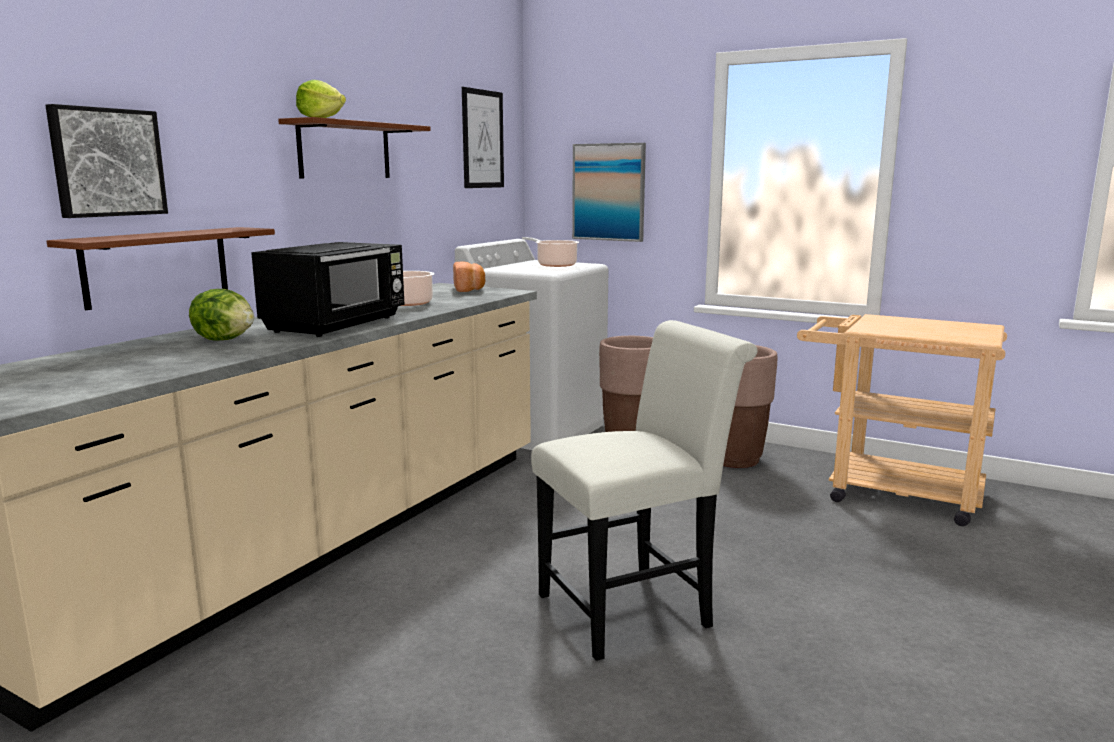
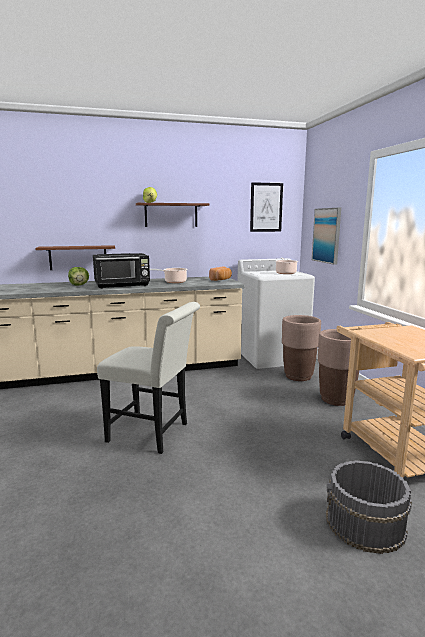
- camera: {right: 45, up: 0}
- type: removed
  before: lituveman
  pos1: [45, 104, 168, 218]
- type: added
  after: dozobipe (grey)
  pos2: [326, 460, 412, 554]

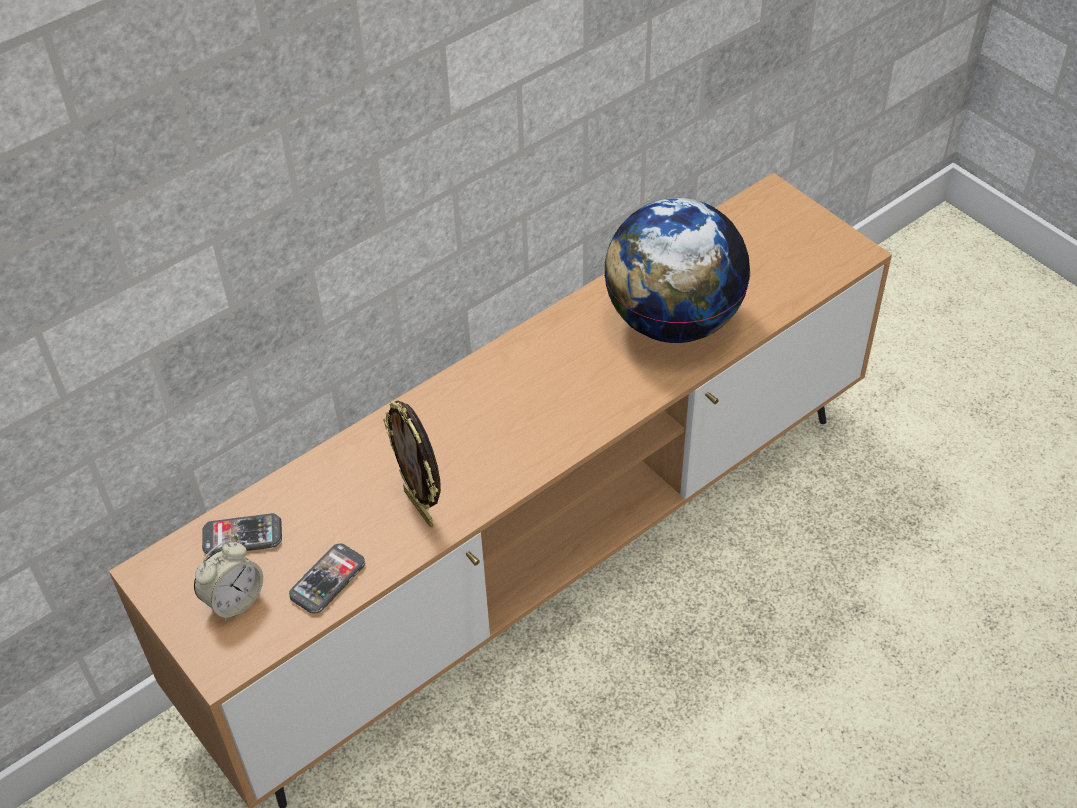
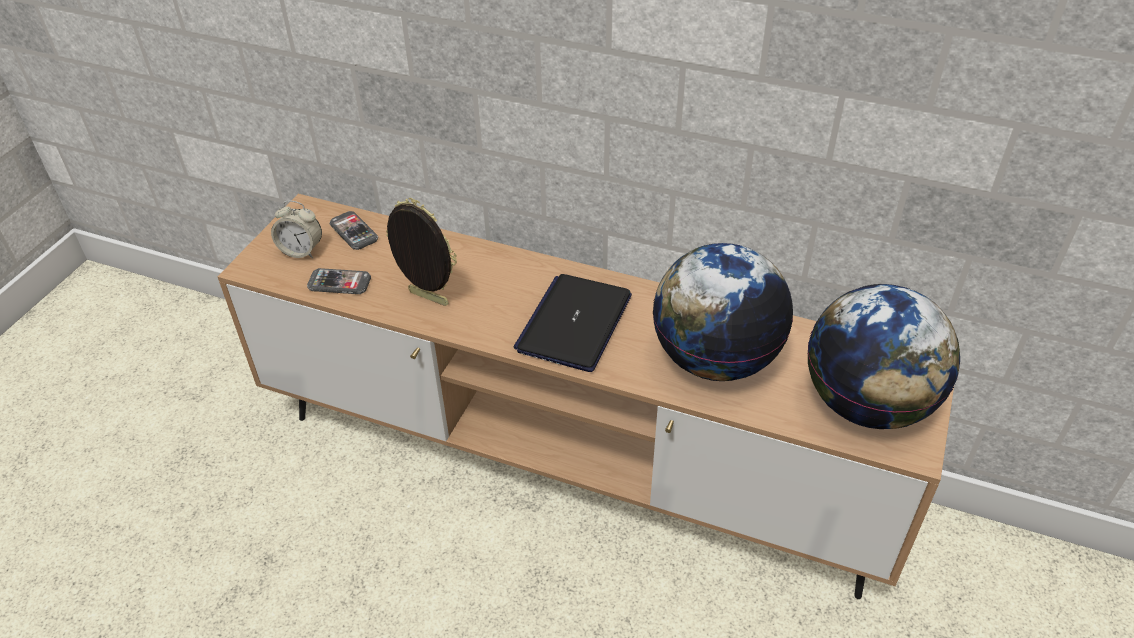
- camera: {right: 60, up: -5}
- type: turned
  before: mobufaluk
  pos1: [383, 400, 441, 527]
  pos2: [386, 198, 457, 306]
  turn: 90
- type: added
  after: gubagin
  pos2: [513, 274, 632, 372]
- type: added
  after: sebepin
  pos2: [808, 284, 960, 429]

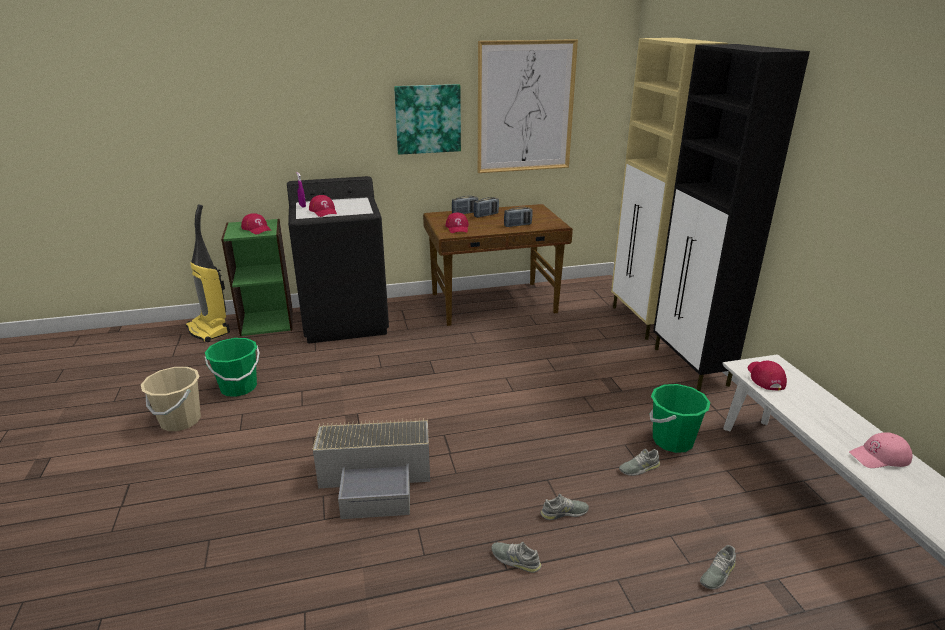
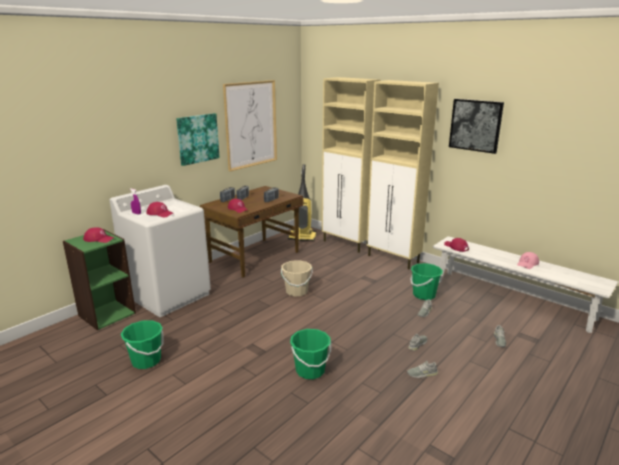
- camera: {right: -35, up: -5}
- type: recoloured
  before: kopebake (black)
  after: kopebake (beige)
  pos1: [653, 44, 810, 391]
  pos2: [366, 80, 439, 269]
- type: recoloured
  before: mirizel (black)
  after: mirizel (white)
  pos1: [287, 176, 389, 343]
  pos2: [110, 185, 211, 317]
- type: moved
  before: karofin
  pos1: [186, 204, 230, 342]
  pos2: [288, 164, 316, 241]
- type: moved
  before: dozobipe (beige)
  pos1: [141, 367, 201, 431]
  pos2: [281, 260, 313, 297]
- type: replaced
  before: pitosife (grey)
  after: dozobipe (green)
  pos1: [313, 418, 430, 519]
  pos2: [290, 329, 331, 379]
- type: added
  after: lituveman
  pos2: [449, 99, 504, 154]

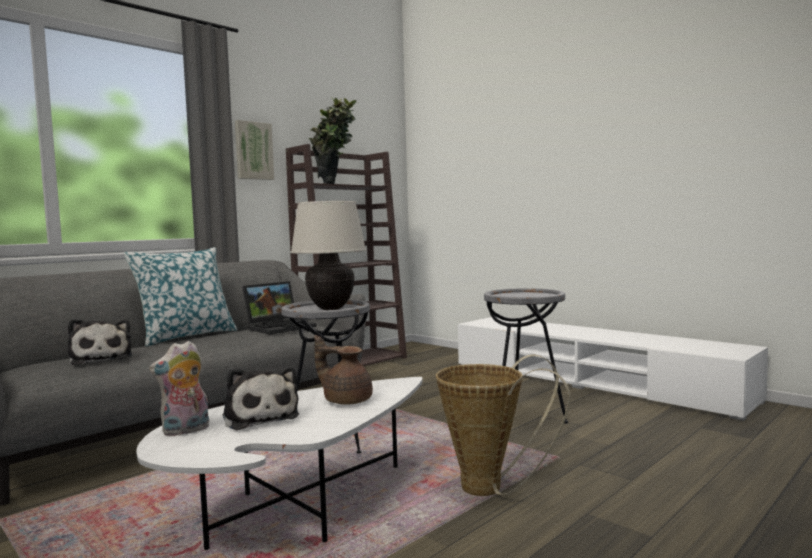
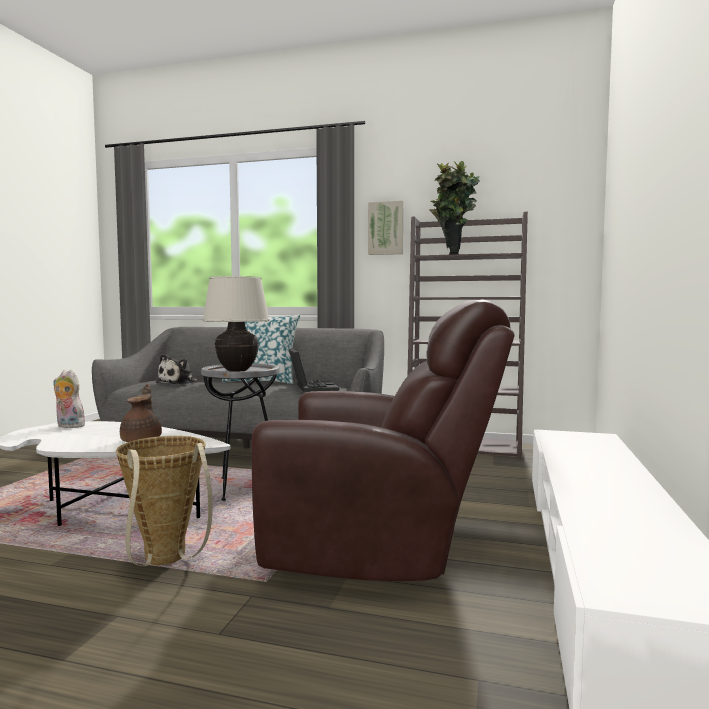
- camera: {right: 60, up: 0}
- type: turned
  before: gubagin
  pos1: [242, 281, 317, 335]
  pos2: [289, 348, 340, 392]
  turn: -120
- type: replaced
  before: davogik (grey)
  after: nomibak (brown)
  pos1: [484, 288, 568, 424]
  pos2: [251, 299, 515, 581]
- type: removed
  before: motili
  pos1: [223, 367, 299, 430]

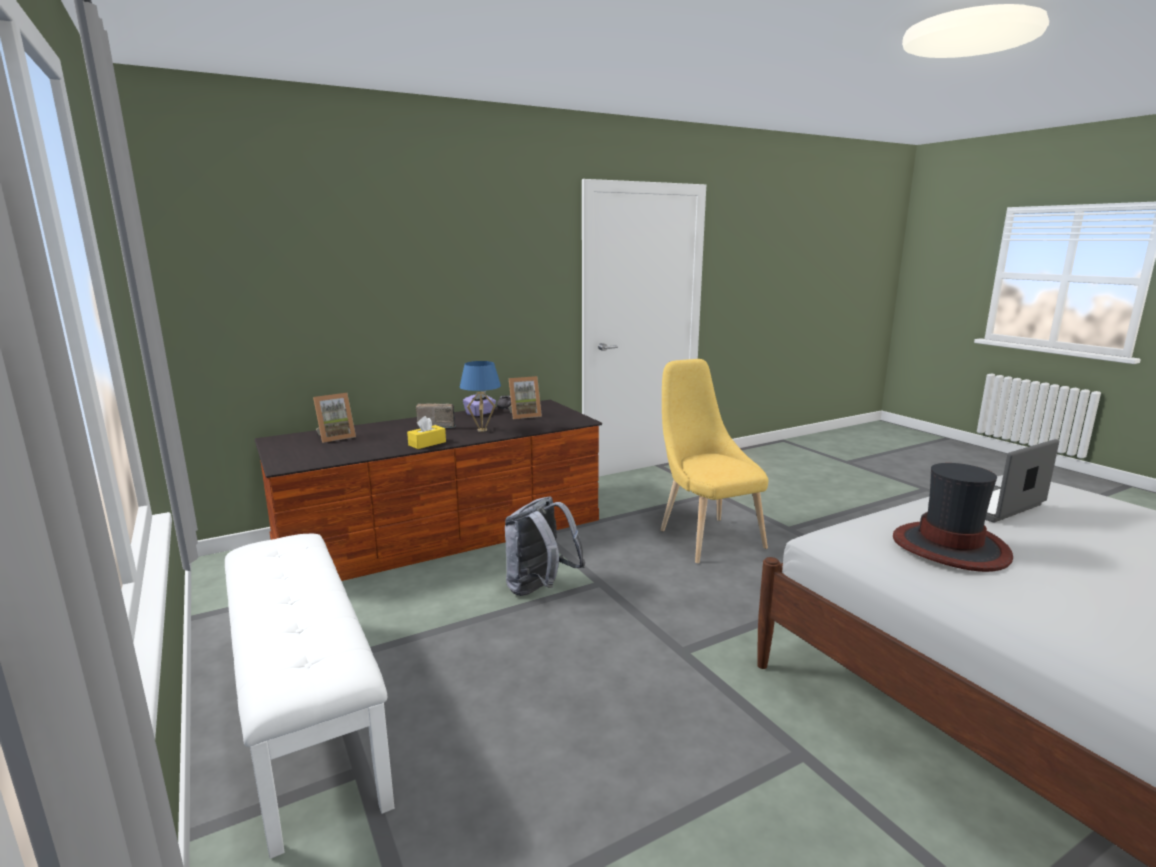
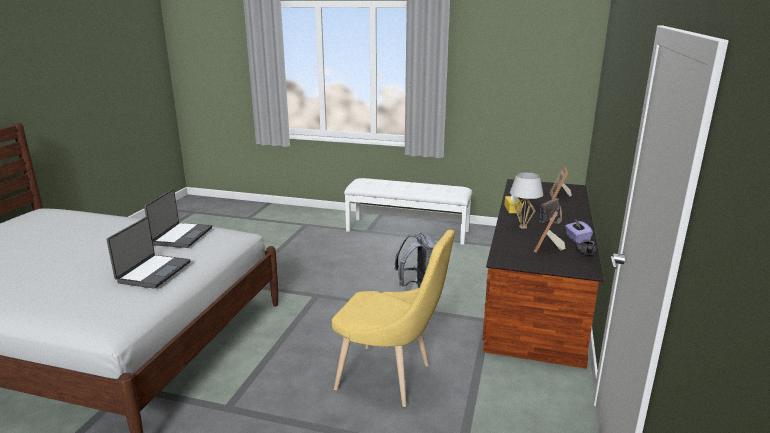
- camera: {right: 135, up: 5}
- type: recoloured
  before: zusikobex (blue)
  after: zusikobex (white)
  pos1: [460, 361, 501, 432]
  pos2: [510, 172, 543, 229]
- type: replaced
  before: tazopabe
  after: gubagin
  pos1: [893, 463, 1013, 572]
  pos2: [144, 189, 212, 248]

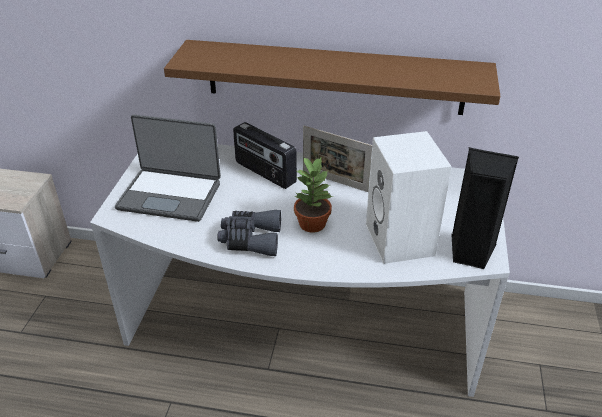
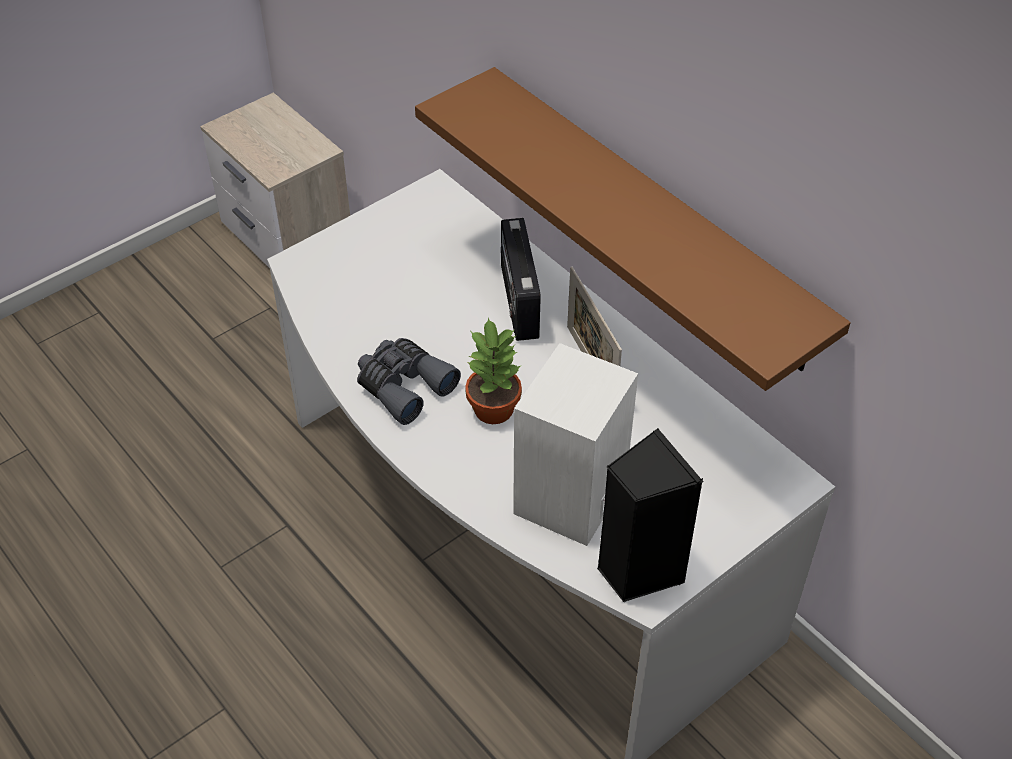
- camera: {right: 40, up: 10}
- type: removed
  before: gubagin
  pos1: [115, 114, 221, 222]

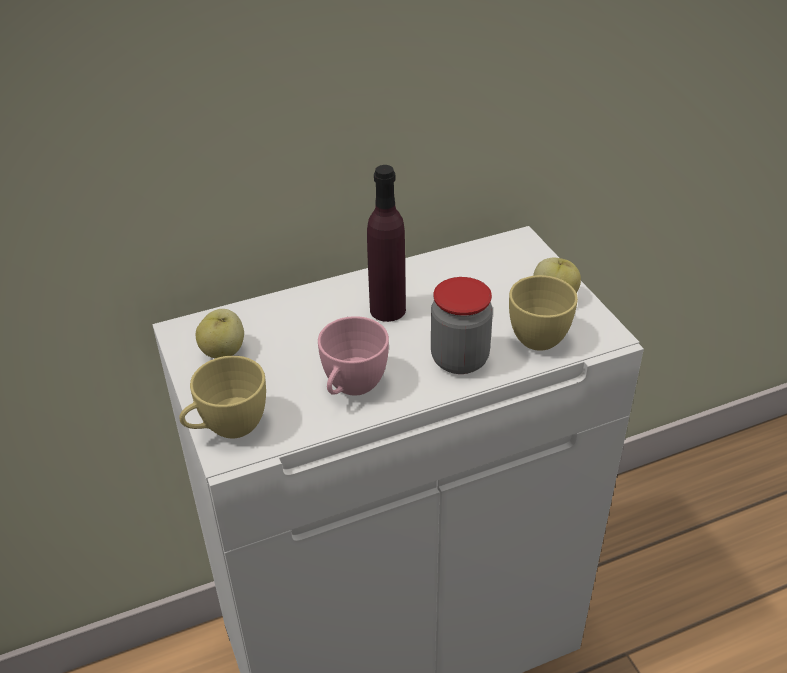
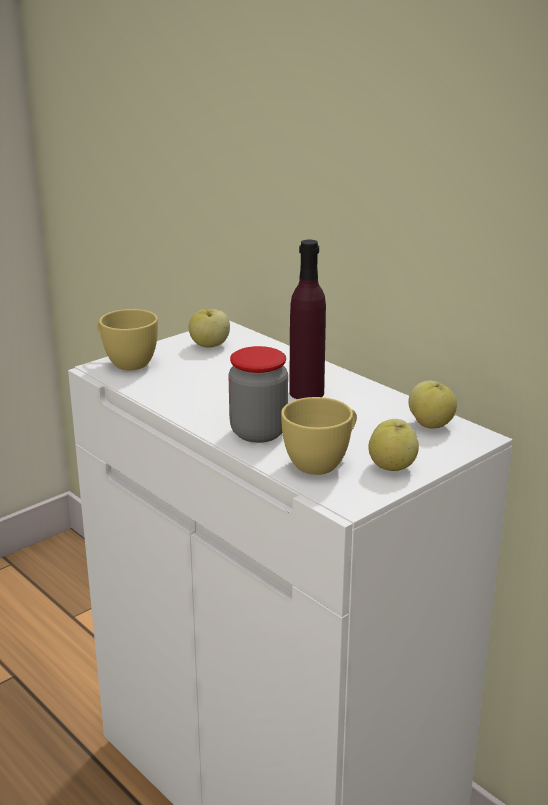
- camera: {right: 70, up: -15}
- type: removed
  before: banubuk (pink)
  pos1: [318, 316, 389, 396]
- type: added
  after: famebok
  pos2: [408, 381, 457, 429]

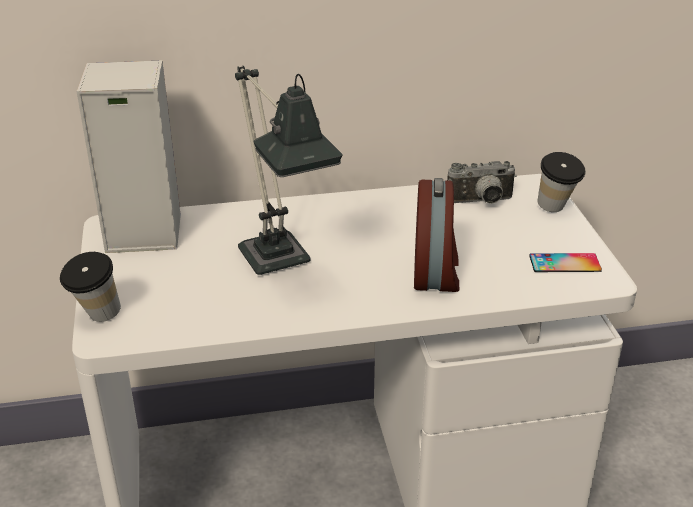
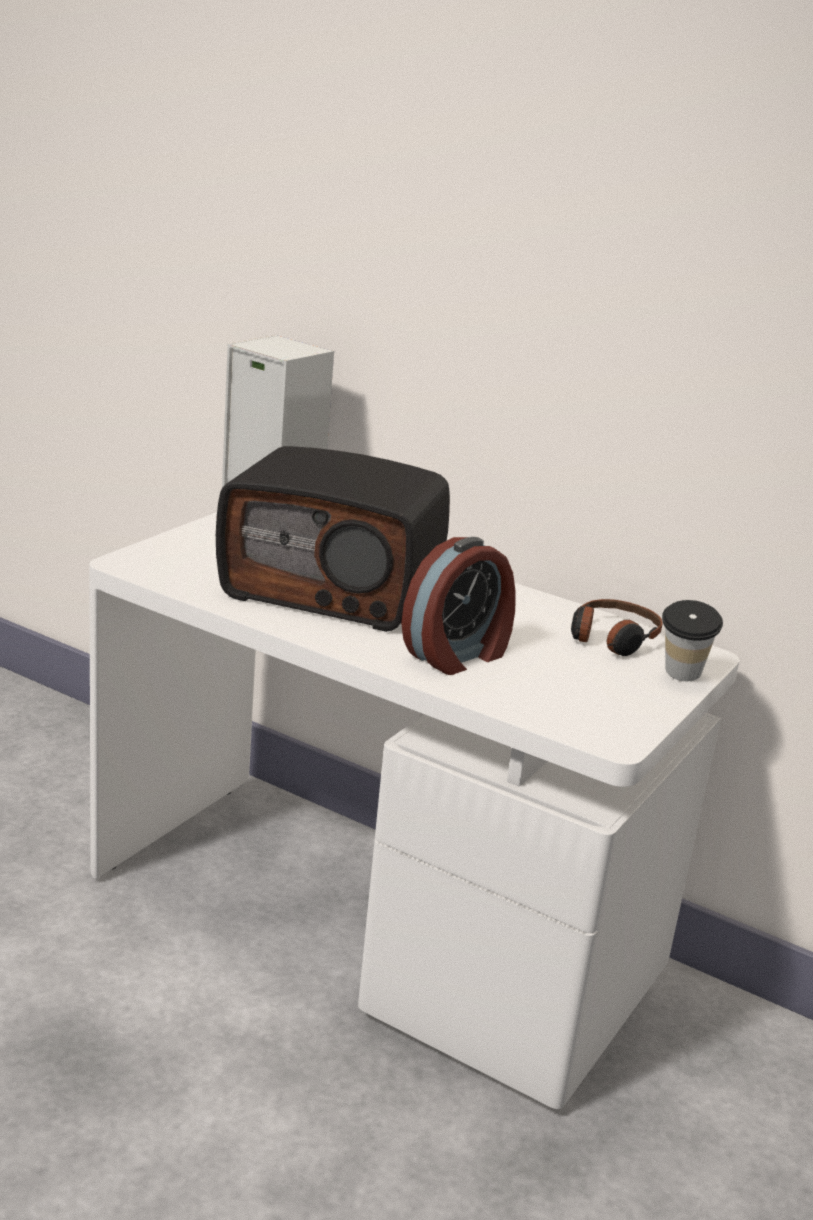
- camera: {right: 40, up: -10}
- type: replaced
  before: zusikobex
  after: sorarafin
  pos1: [235, 66, 342, 275]
  pos2: [216, 446, 450, 632]
- type: replaced
  before: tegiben
  after: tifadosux
  pos1: [447, 161, 516, 204]
  pos2: [571, 599, 663, 656]
- type: removed
  before: banubuk
  pos1: [60, 252, 121, 322]
- type: removed
  before: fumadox
  pos1: [530, 253, 602, 272]

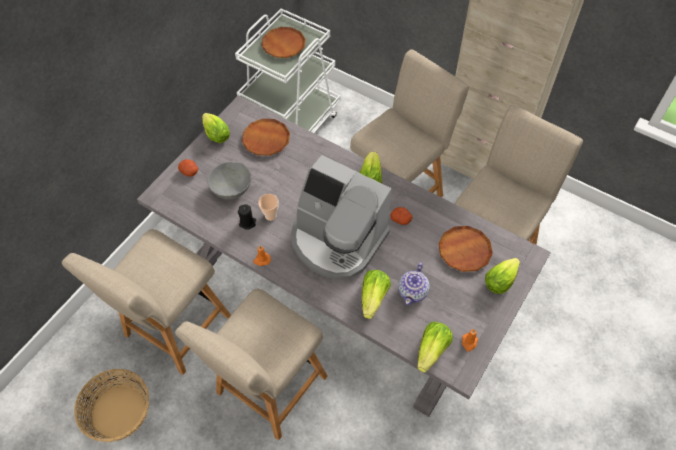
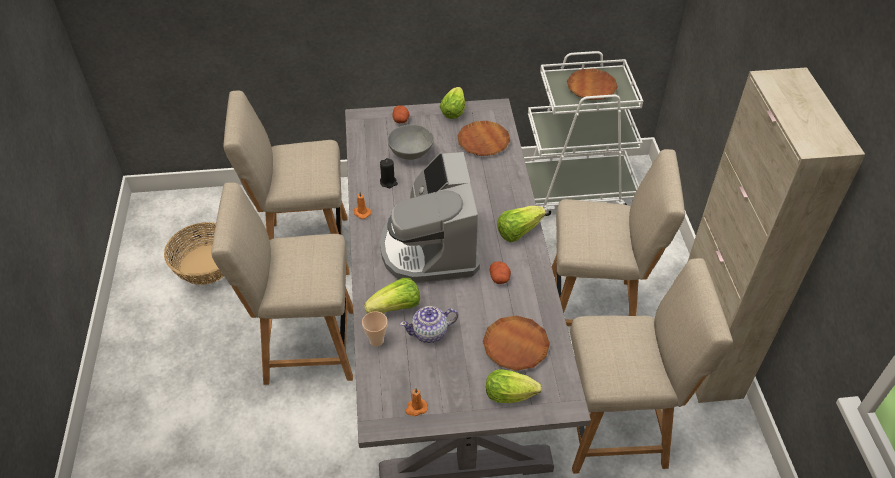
- camera: {right: 50, up: -10}
- type: moved
  before: banubuk
  pos1: [258, 194, 279, 221]
  pos2: [362, 311, 387, 347]
- type: removed
  before: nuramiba
  pos1: [417, 322, 453, 373]

